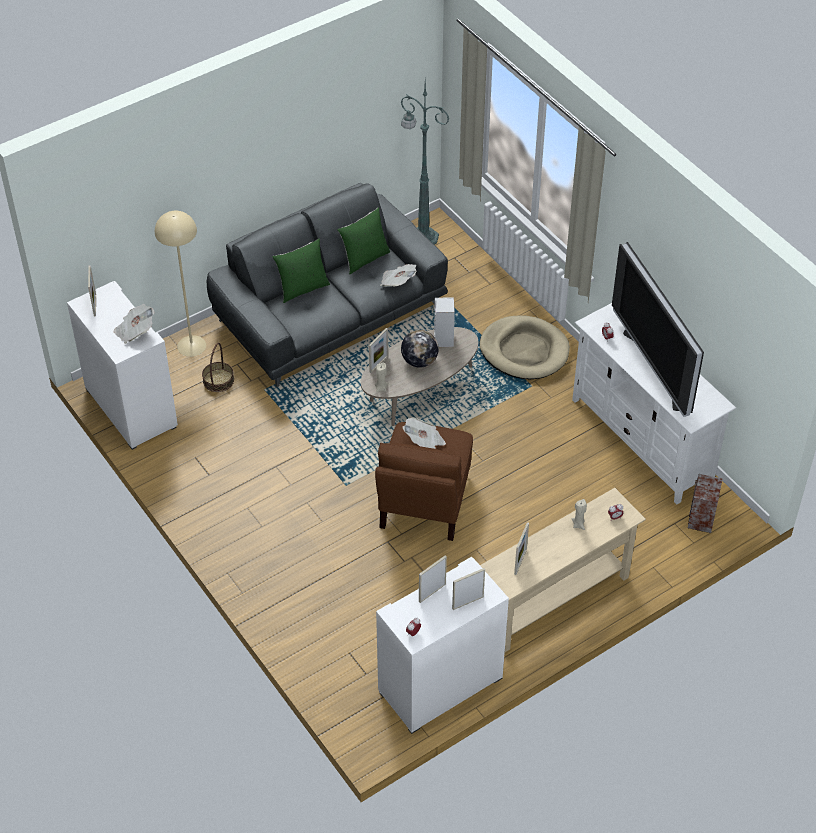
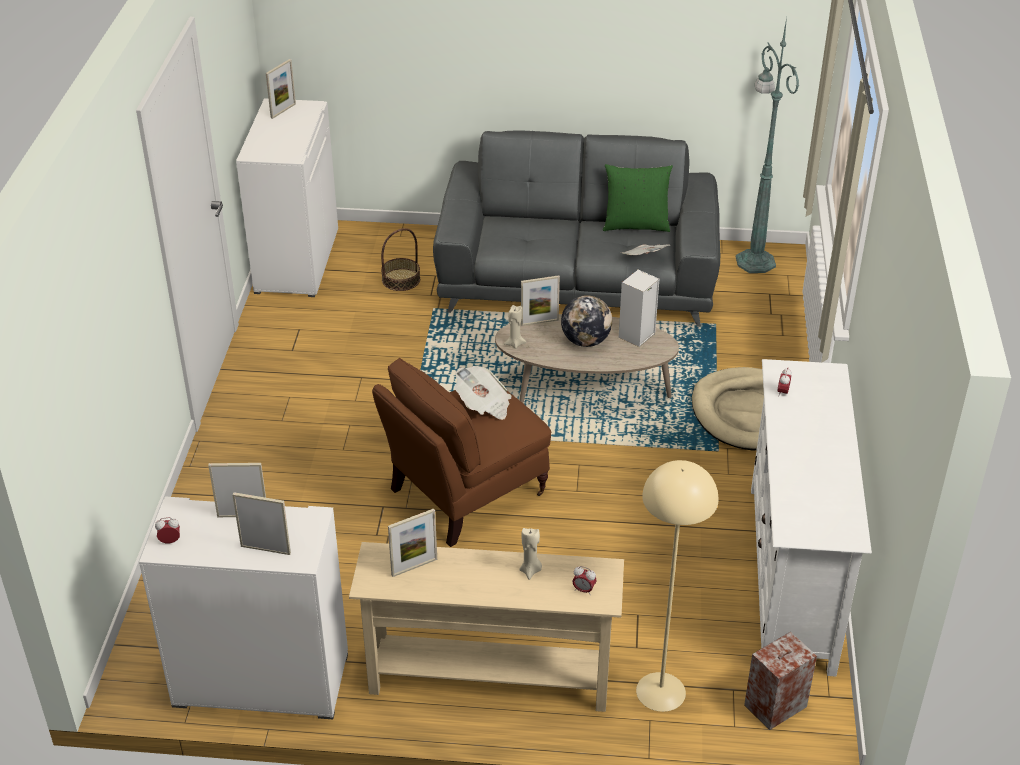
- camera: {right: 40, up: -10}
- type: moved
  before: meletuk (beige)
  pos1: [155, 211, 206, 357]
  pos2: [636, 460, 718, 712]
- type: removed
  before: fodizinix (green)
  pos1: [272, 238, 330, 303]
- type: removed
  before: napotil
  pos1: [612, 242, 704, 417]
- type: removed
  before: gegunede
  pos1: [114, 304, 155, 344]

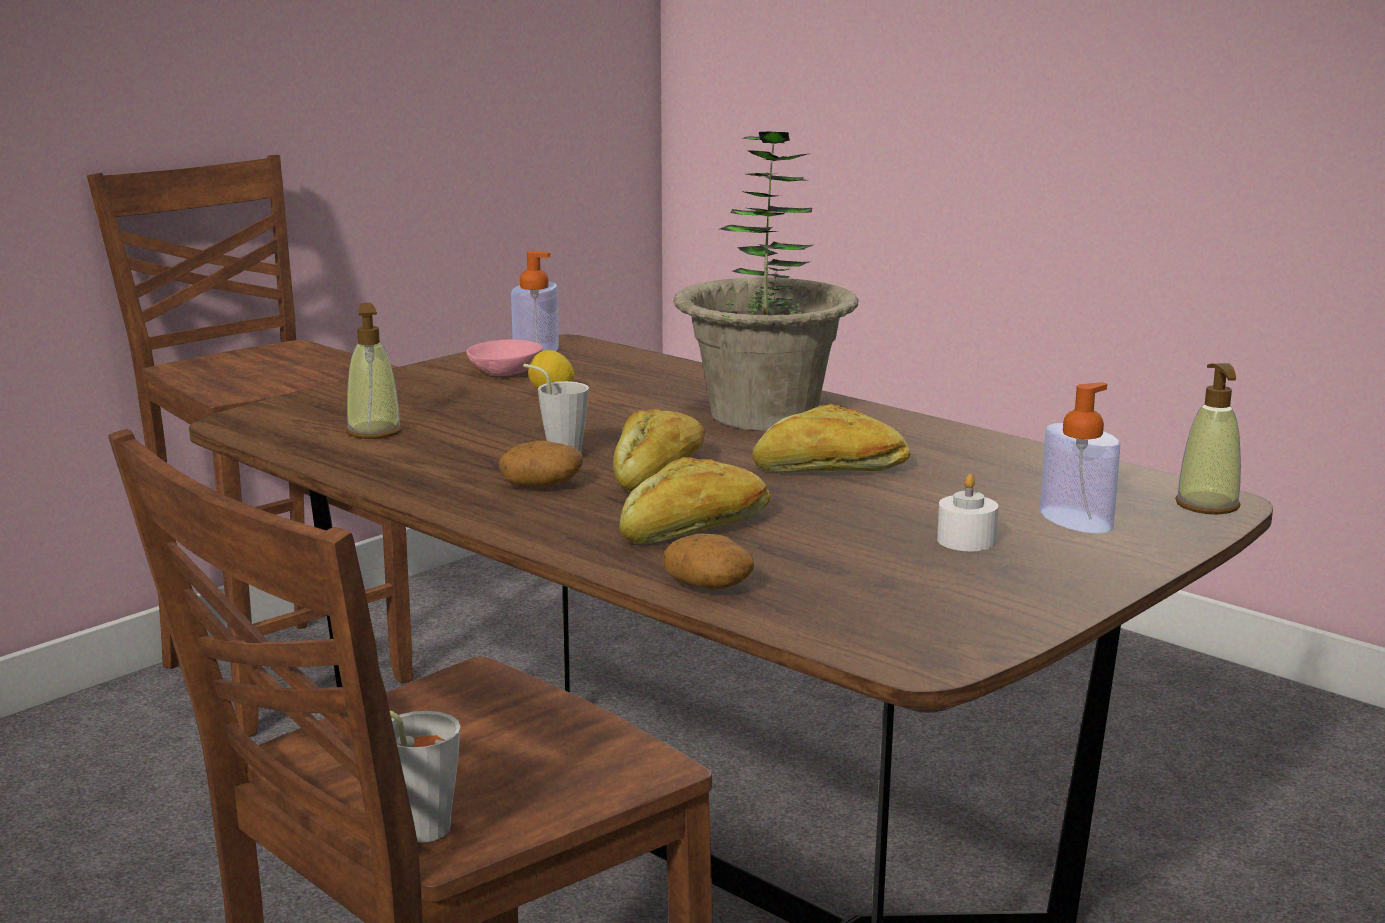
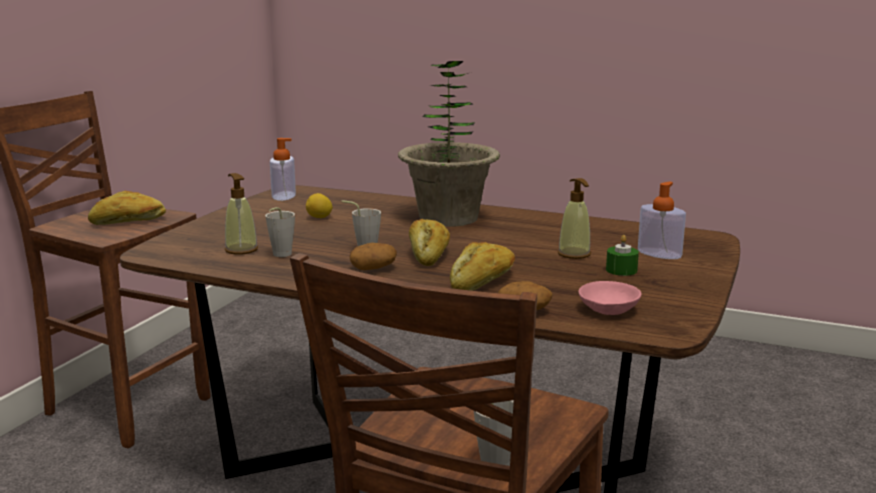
- camera: {right: -20, up: 0}
- type: moved
  before: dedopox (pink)
  pos1: [466, 339, 543, 376]
  pos2: [578, 281, 641, 315]
- type: moved
  before: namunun
  pos1: [1175, 363, 1241, 514]
  pos2: [558, 178, 591, 259]
- type: moved
  before: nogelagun
  pos1: [752, 404, 910, 472]
  pos2: [88, 191, 166, 225]
- type: recoloured
  before: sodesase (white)
  after: sodesase (green)
  pos1: [937, 474, 998, 551]
  pos2: [606, 235, 639, 276]
- type: added
  after: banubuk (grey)
  pos2: [265, 207, 295, 257]

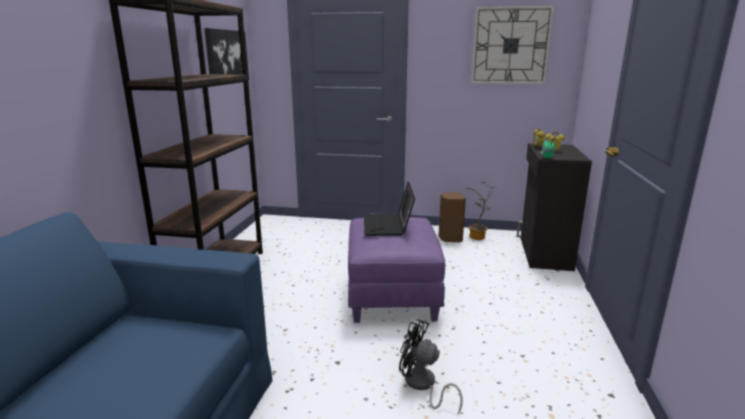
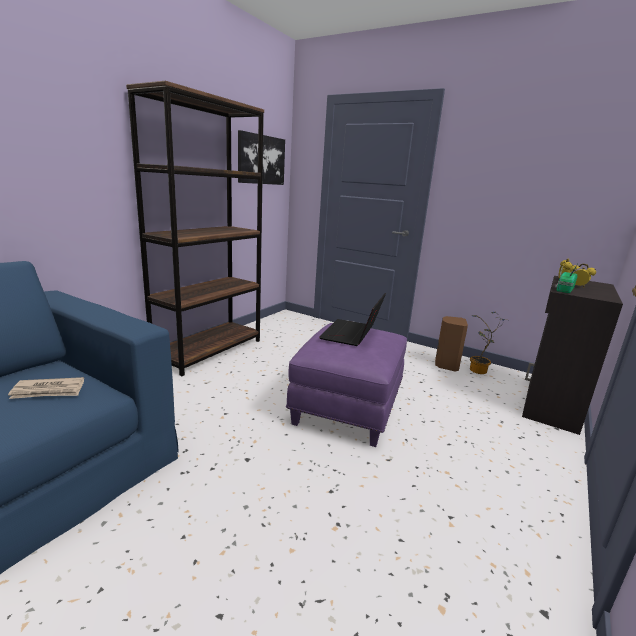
- camera: {right: 20, up: 0}
- type: removed
  before: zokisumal
  pos1: [471, 5, 554, 84]
- type: removed
  before: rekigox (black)
  pos1: [399, 319, 463, 414]
- type: added
  after: gegunede
  pos2: [8, 377, 84, 399]

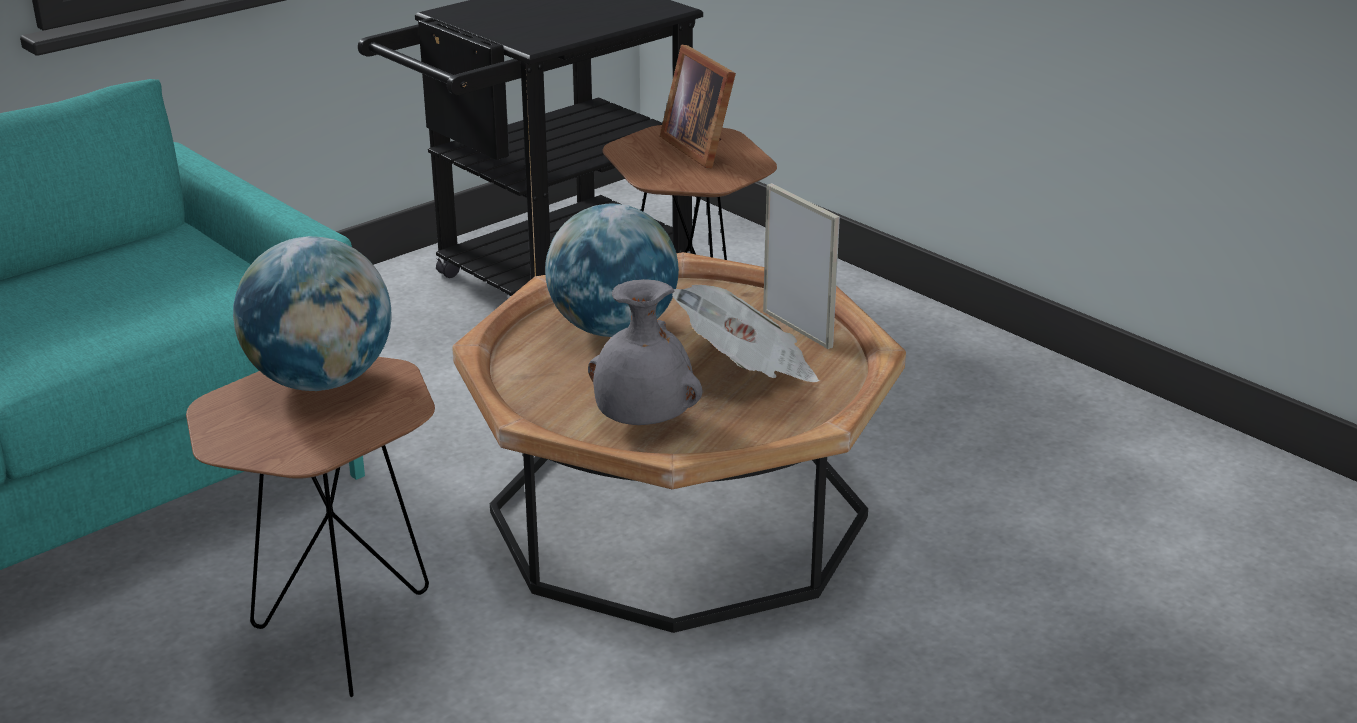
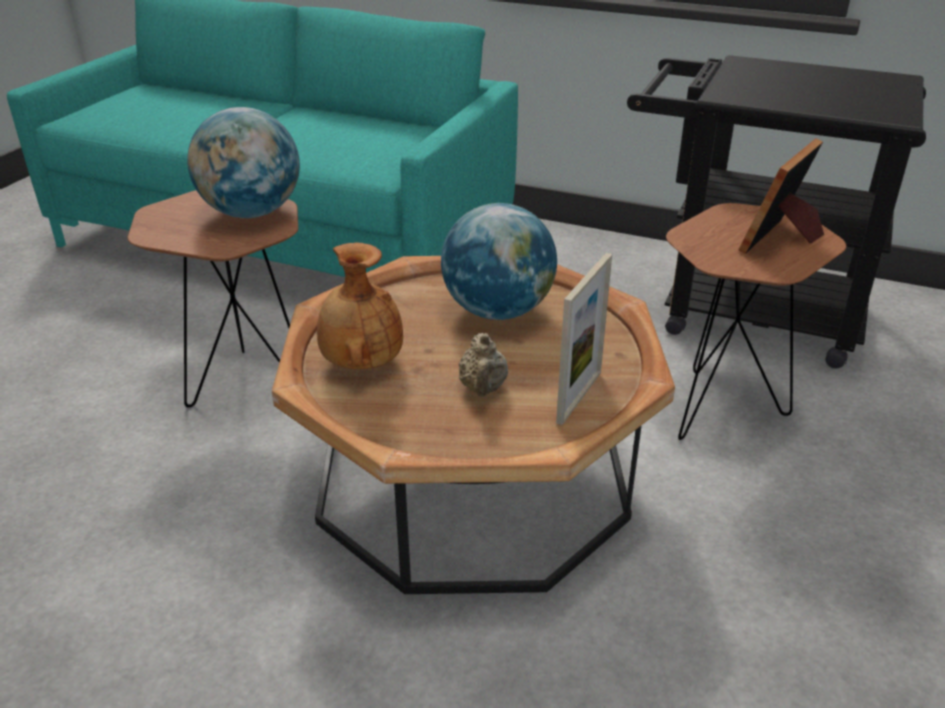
- camera: {right: 65, up: 5}
- type: recoloured
  before: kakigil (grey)
  after: kakigil (brown)
  pos1: [588, 279, 702, 425]
  pos2: [317, 242, 403, 369]
- type: replaced
  before: gegunede
  after: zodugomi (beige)
  pos1: [672, 285, 820, 382]
  pos2: [459, 333, 508, 397]

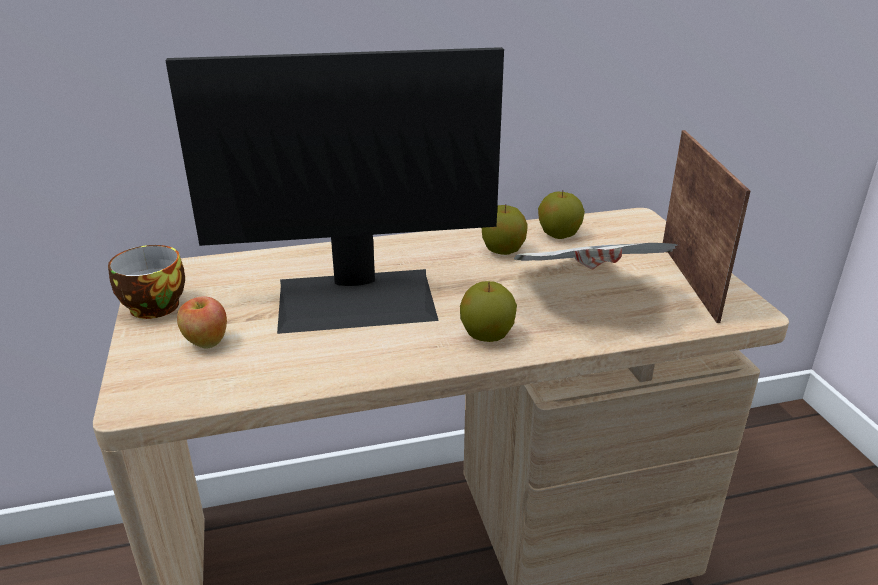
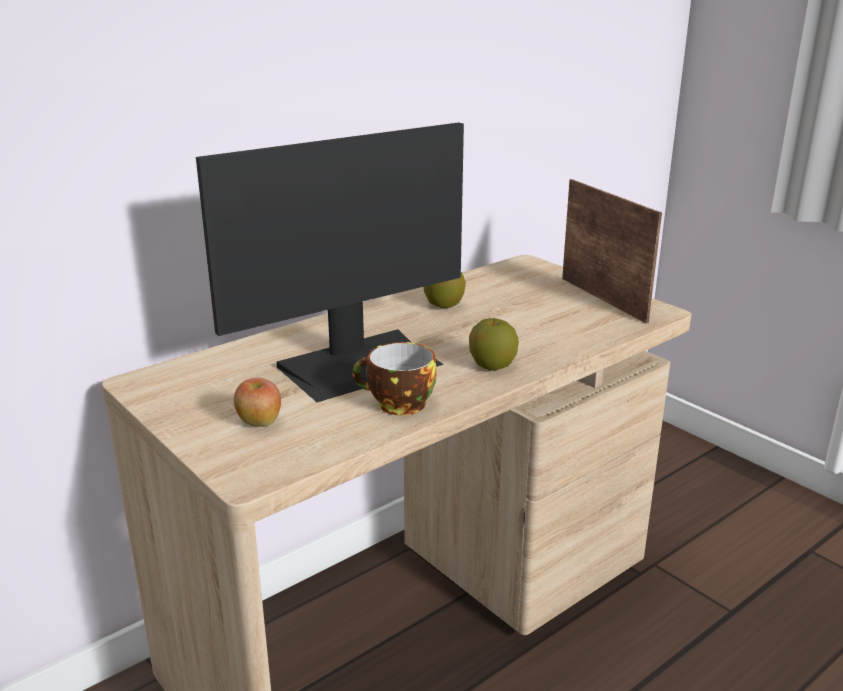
- camera: {right: -25, up: -5}
- type: removed
  before: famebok
  pos1: [538, 192, 585, 239]
- type: removed
  before: gegunede
  pos1: [514, 243, 677, 269]
- type: moved
  before: banubuk
  pos1: [108, 245, 185, 319]
  pos2: [352, 342, 437, 415]

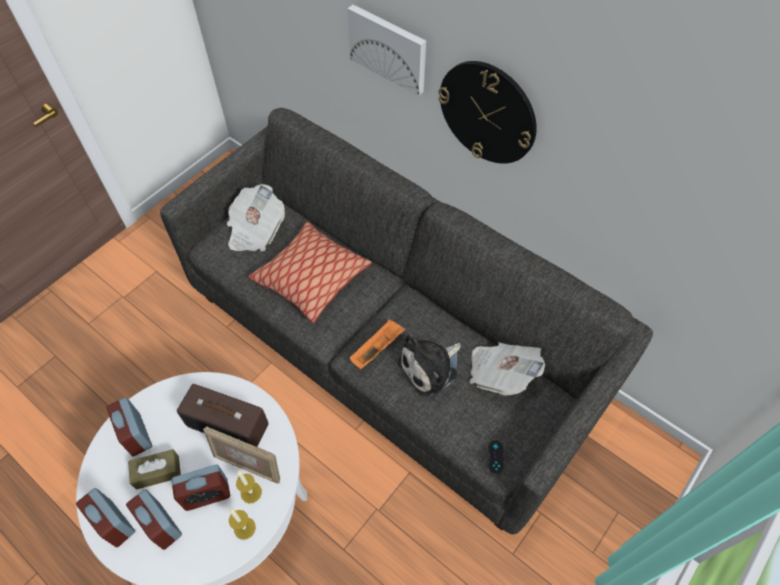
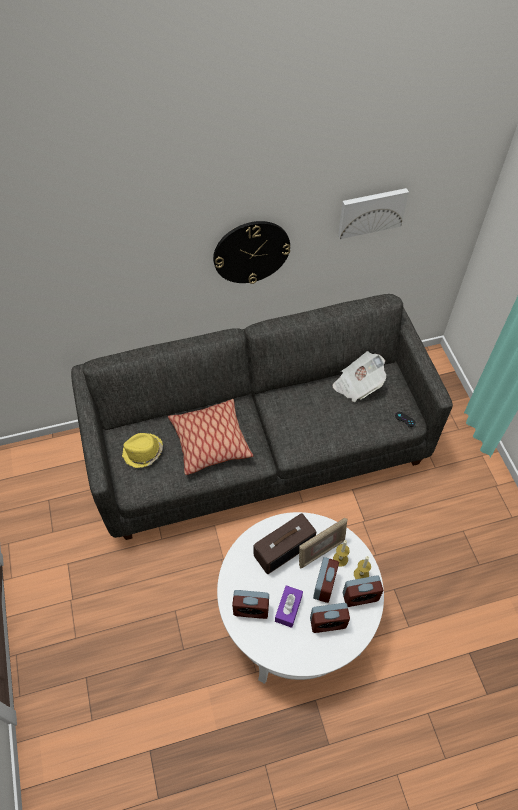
- camera: {right: -55, up: 0}
- type: moved
  before: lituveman
  pos1: [347, 5, 426, 96]
  pos2: [338, 188, 409, 239]
- type: replaced
  before: gegunede
  after: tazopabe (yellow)
  pos1: [227, 184, 285, 252]
  pos2: [122, 433, 163, 468]
- type: removed
  before: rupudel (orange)
  pos1: [350, 320, 405, 369]
- type: removed
  before: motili
  pos1: [397, 334, 461, 397]
- type: recoloured
  before: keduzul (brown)
  after: keduzul (purple)
  pos1: [128, 449, 181, 490]
  pos2: [275, 585, 303, 628]
- type: moved
  before: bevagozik
  pos1: [76, 488, 135, 547]
  pos2: [343, 576, 383, 607]

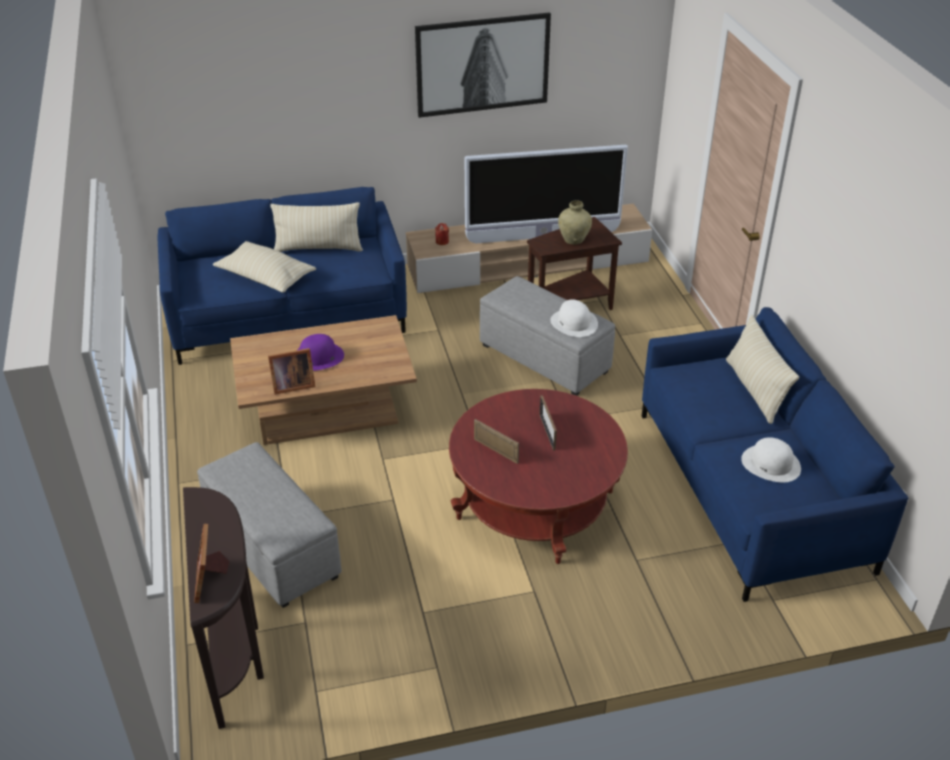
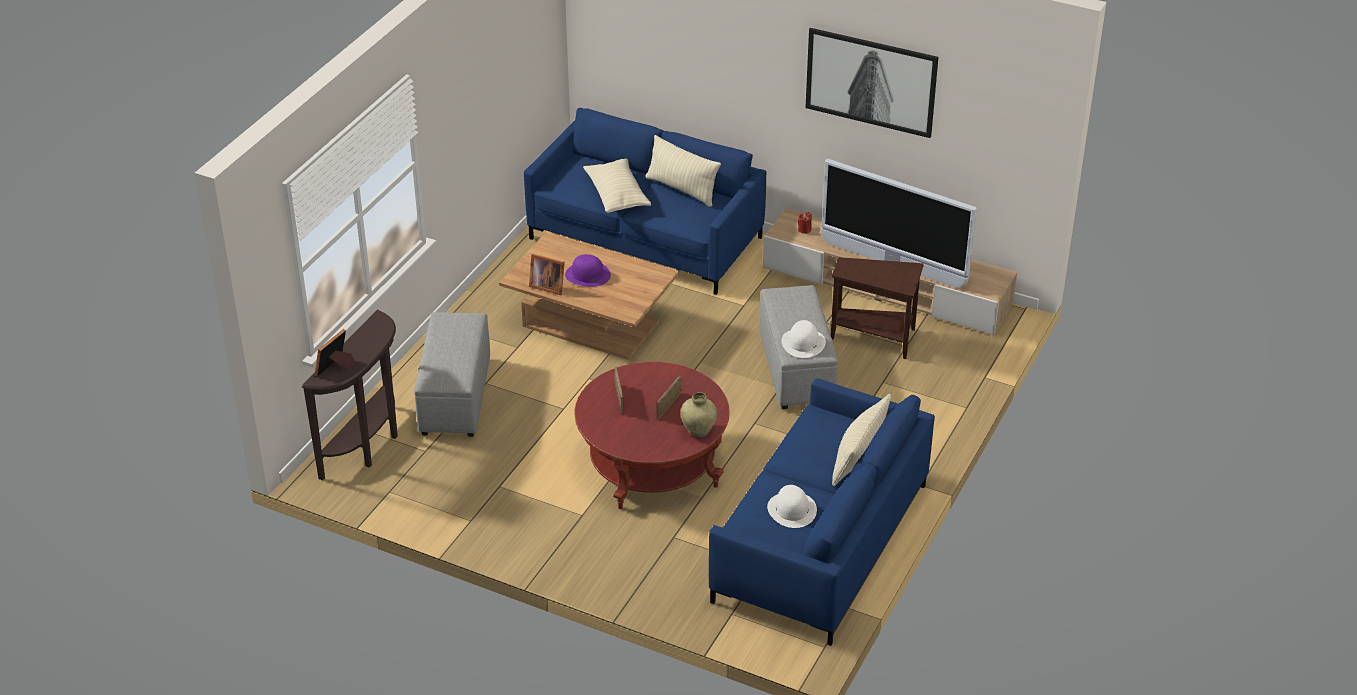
- camera: {right: 40, up: 0}
- type: moved
  before: kakigil (beige)
  pos1: [558, 200, 592, 245]
  pos2: [680, 392, 717, 437]

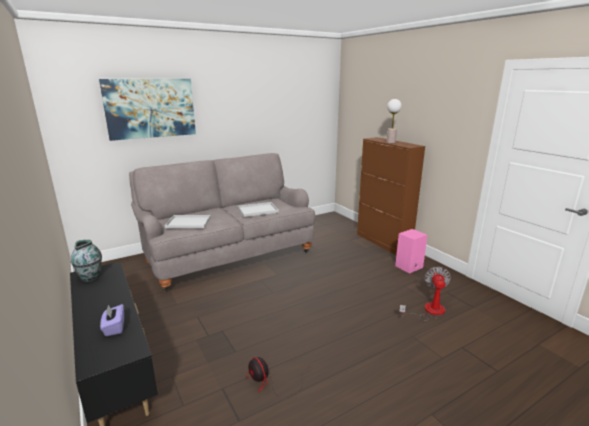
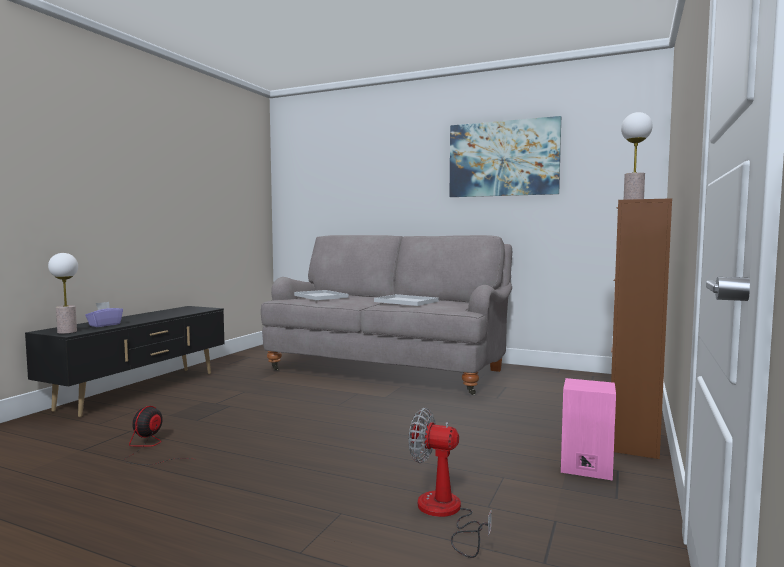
- camera: {right: 55, up: -15}
- type: moved
  before: lituveman
  pos1: [99, 79, 196, 141]
  pos2: [449, 116, 561, 197]
- type: removed
  before: kakigil
  pos1: [71, 240, 102, 282]
- type: turned
  before: rekigox
  pos1: [399, 267, 451, 321]
  pos2: [409, 408, 491, 558]
  turn: -135
- type: added
  after: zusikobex
  pos2: [48, 253, 78, 334]

